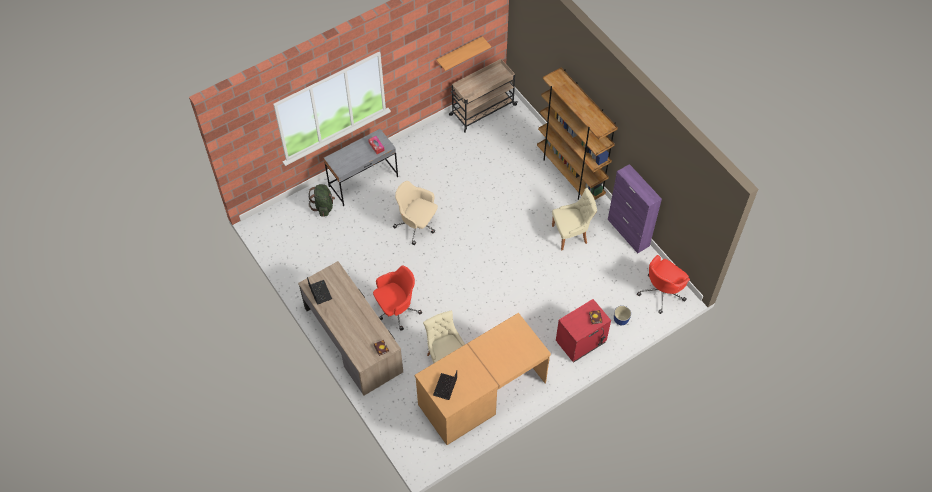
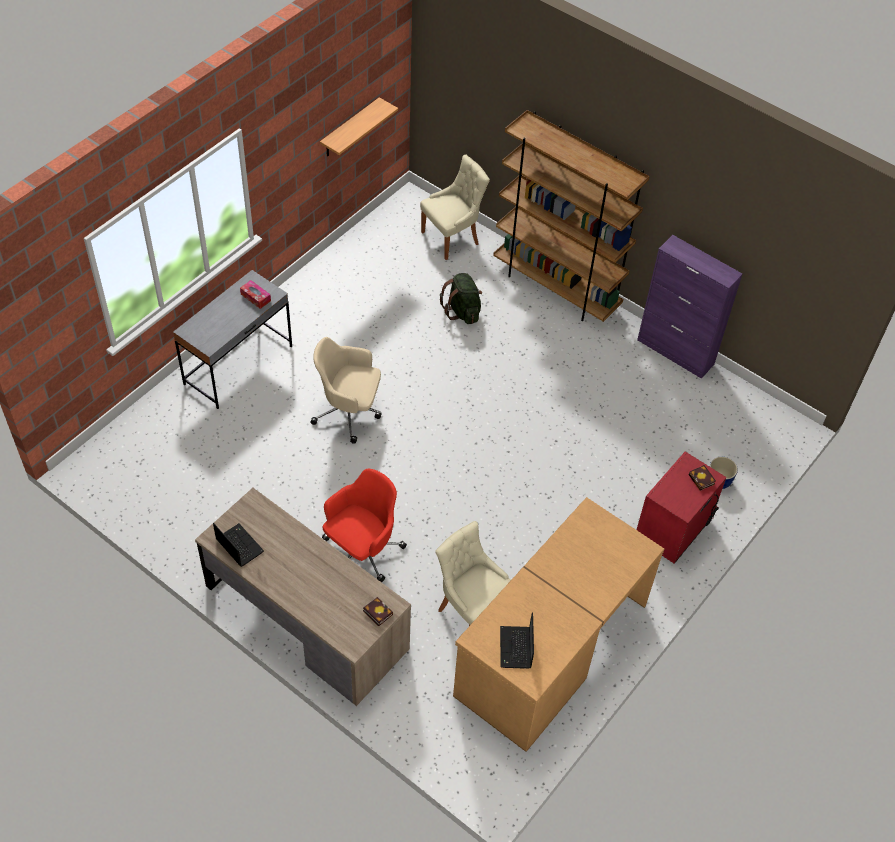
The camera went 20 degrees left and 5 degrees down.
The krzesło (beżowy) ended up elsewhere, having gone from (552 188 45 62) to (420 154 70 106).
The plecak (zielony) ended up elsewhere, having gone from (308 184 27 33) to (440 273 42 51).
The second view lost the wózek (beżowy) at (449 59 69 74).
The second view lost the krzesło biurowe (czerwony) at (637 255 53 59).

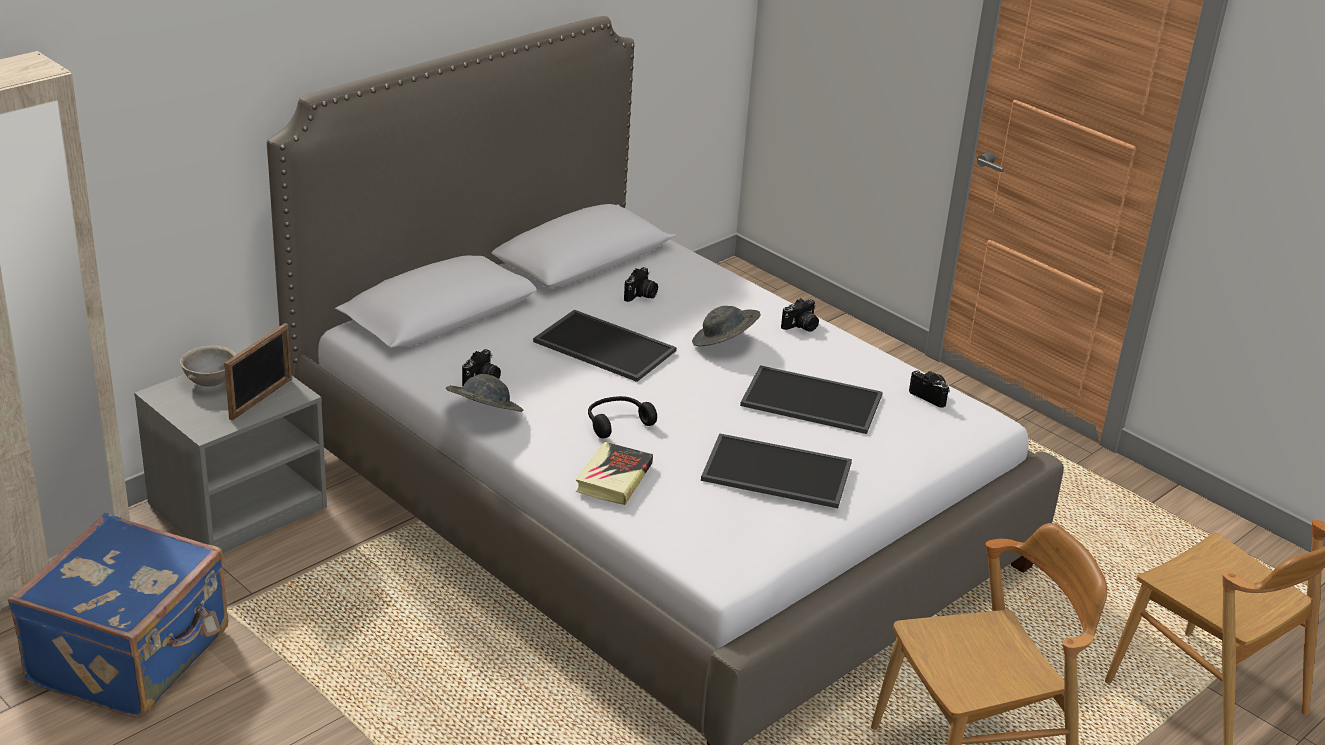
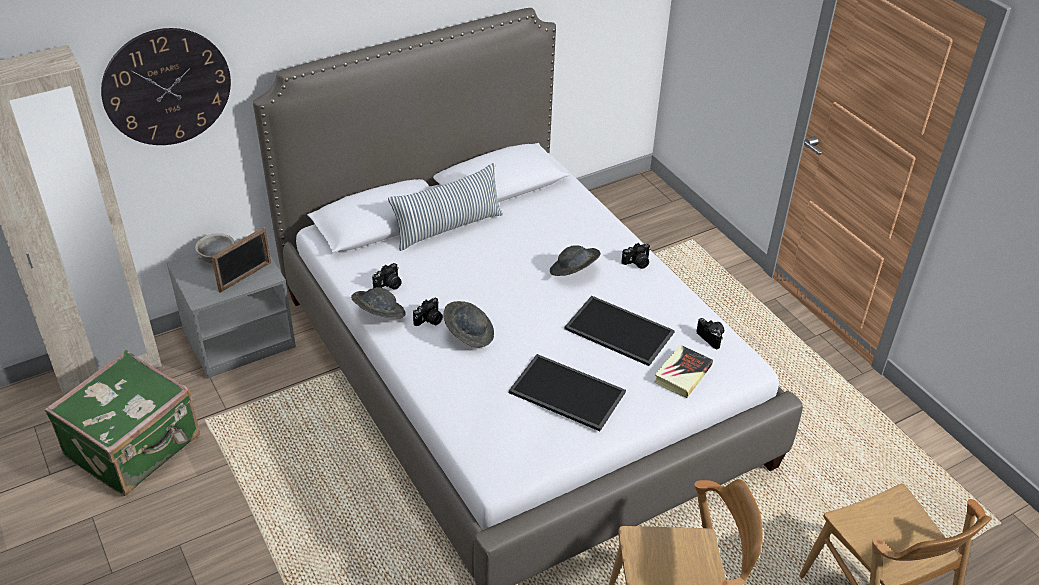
The camera went 15 degrees right and 10 degrees up.
What was the walizka (niebieski) at (8 513 220 205) turned into the walizka (zielony) at (44 350 156 146).
The second view gained the zegar ścienny at (101 28 130 117).
The second view gained the poduszka at (388 163 115 88).
The aparat fotograficzny ended up elsewhere, having gone from (624 267 34 35) to (413 298 30 28).
Where the słuchawki (czarny) stood at (588 396 69 42), the kapelusz (szary) came to stand at (443 301 51 47).
The książka ended up elsewhere, having gone from (576 442 77 63) to (654 345 59 53).
The second view lost the taca at (533 310 143 72).

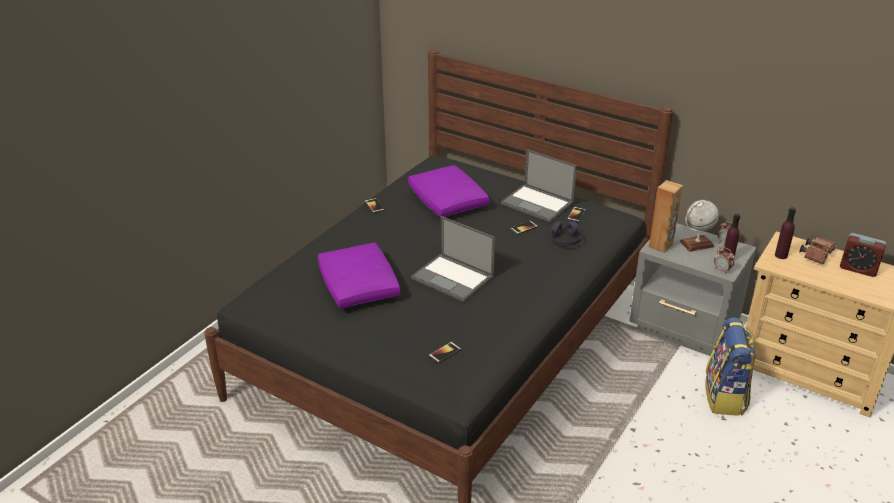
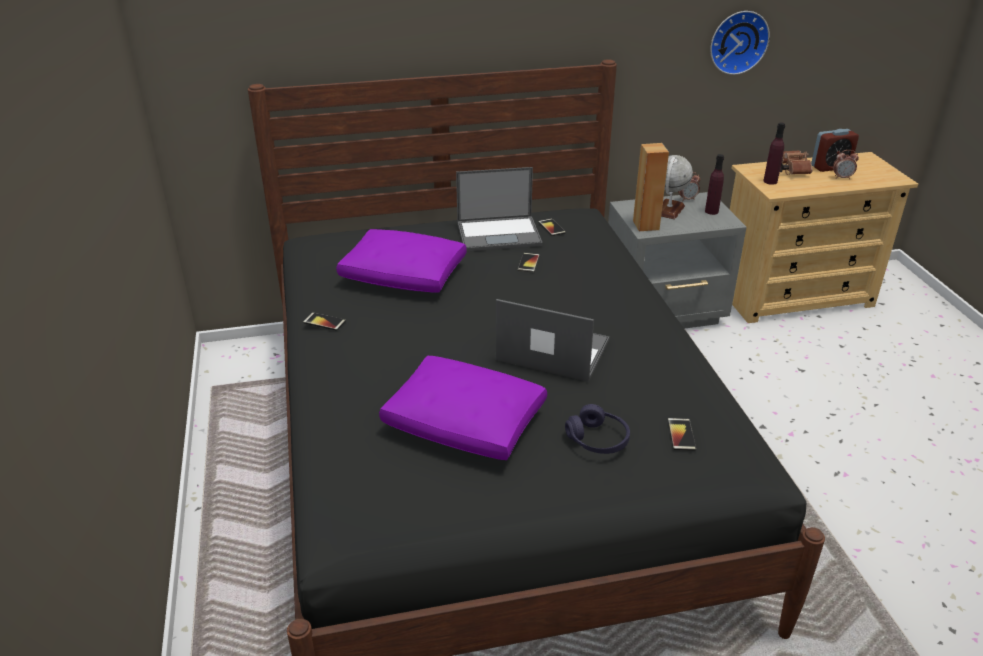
The camera went 45 degrees left and 0 degrees up.
The laptop at (411 216 84 86) ended up facing another way, 150 degrees counterclockwise from before.
The słuchawki (fioletowy) ended up elsewhere, having gone from (550 221 33 25) to (565 404 65 50).
The second view gained the zegar ścienny at (710 11 60 64).
The budzik ended up elsewhere, having gone from (714 247 21 27) to (833 150 26 29).
The second view lost the plecak at (705 318 51 98).

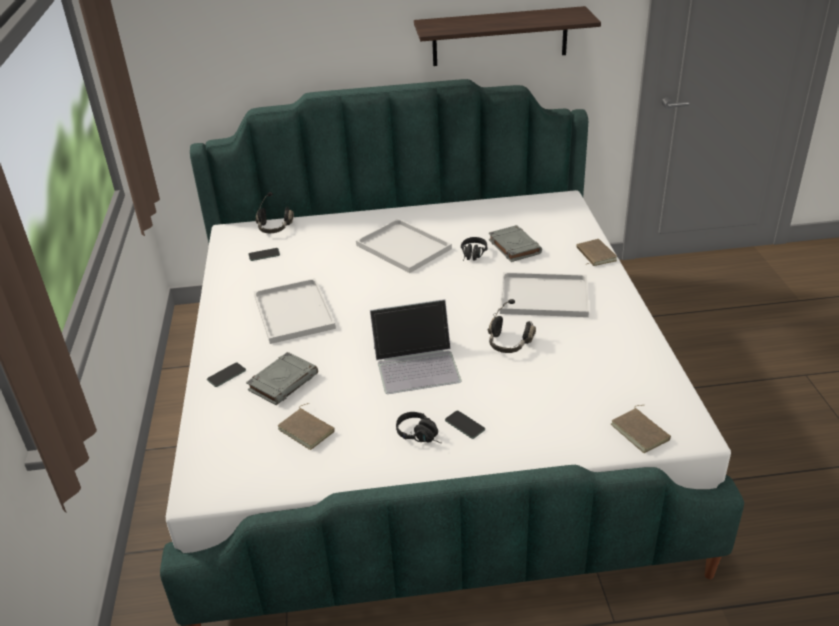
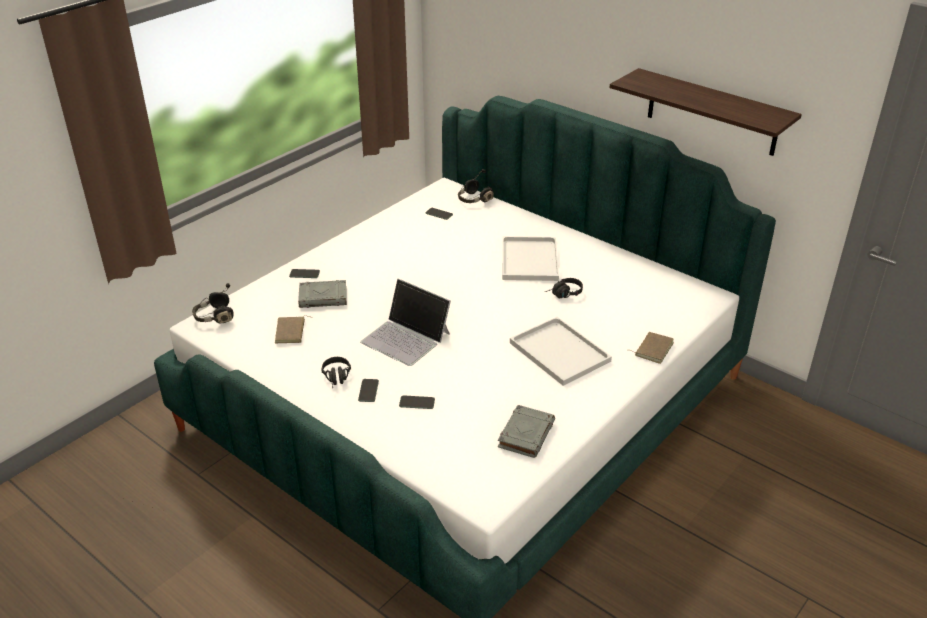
The camera went 45 degrees right and 0 degrees up.
The słuchawki (czarny) ended up elsewhere, having gone from (487 299 49 54) to (192 283 42 40).
The second view gained the telefon at (399 395 36 14).
The książka (szary) ended up elsewhere, having gone from (489 225 53 37) to (498 405 57 53).
The second view lost the taca (biały) at (254 278 82 66).
The second view lost the książka (brązowy) at (611 405 60 48).

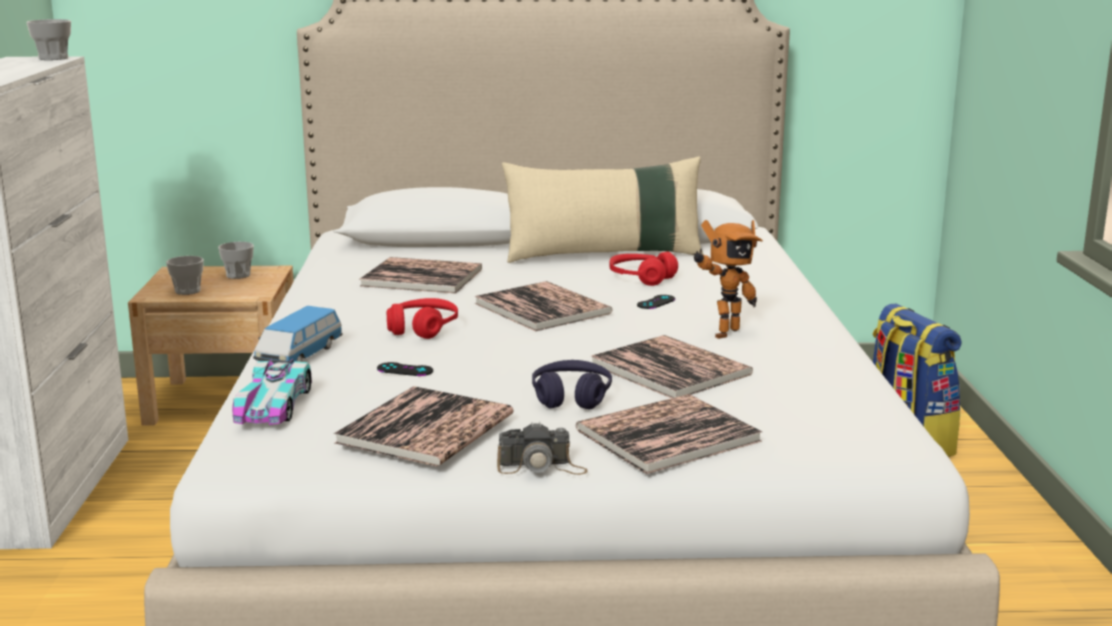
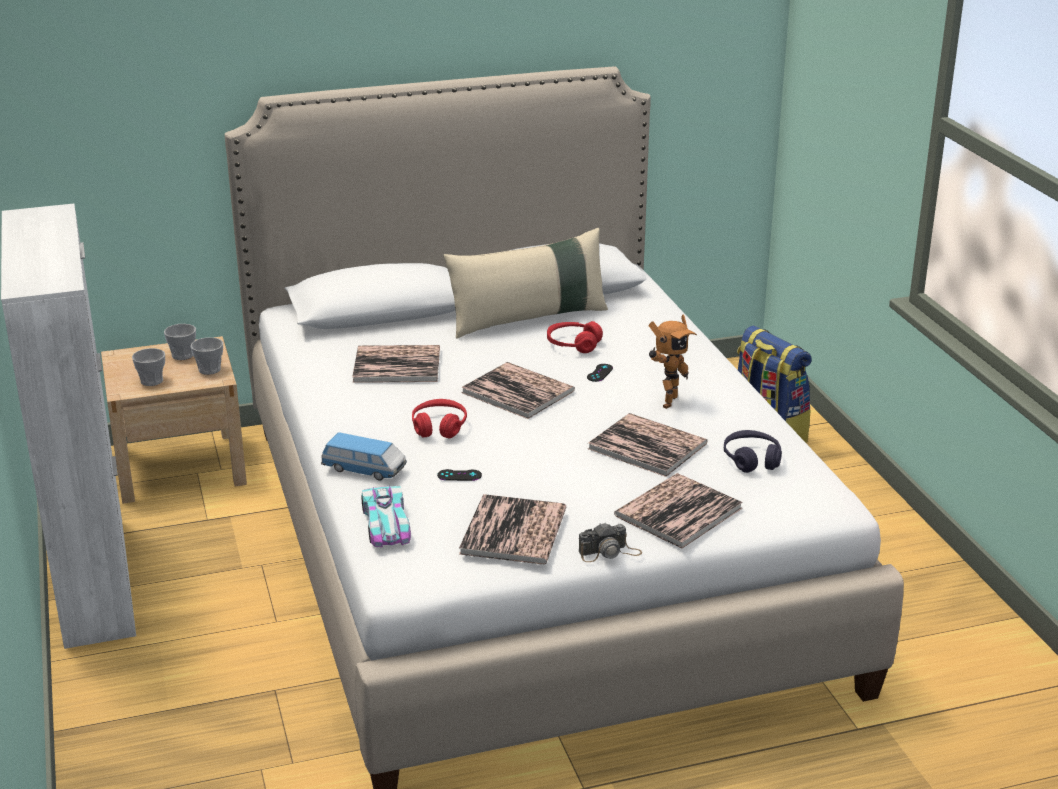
The camera went 15 degrees left and 10 degrees up.
The filiżanka ended up elsewhere, having gone from (27 19 44 41) to (191 337 32 38).
The samochodzik at (253 306 90 58) ended up facing another way, 75 degrees counterclockwise from before.
The słuchawki (fioletowy) ended up elsewhere, having gone from (532 360 80 49) to (724 430 58 43).

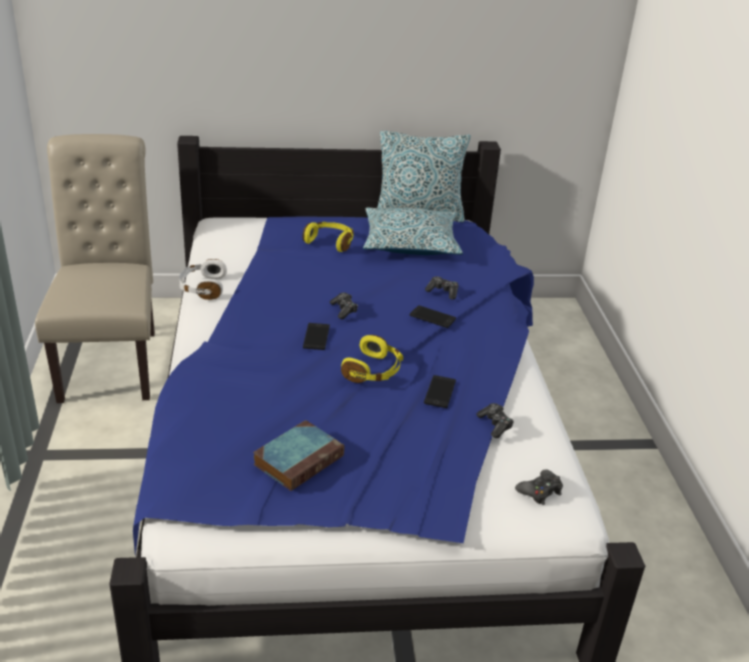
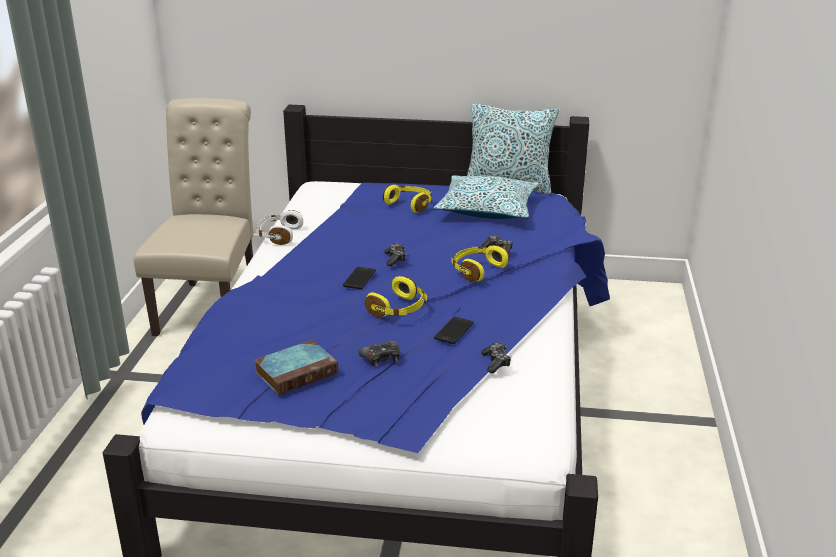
The camera went 15 degrees right and 5 degrees down.
The pad do gier (czarny) ended up elsewhere, having gone from (515 469 48 36) to (358 341 42 26).
Where the telefon stood at (410 305 46 23), the słuchawki (żółty) came to stand at (452 245 57 37).

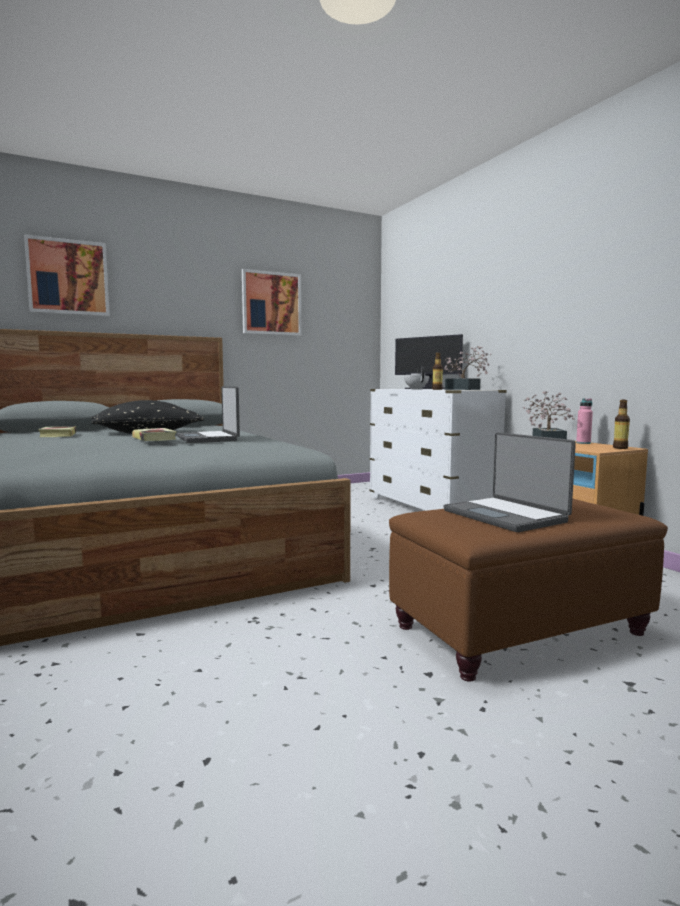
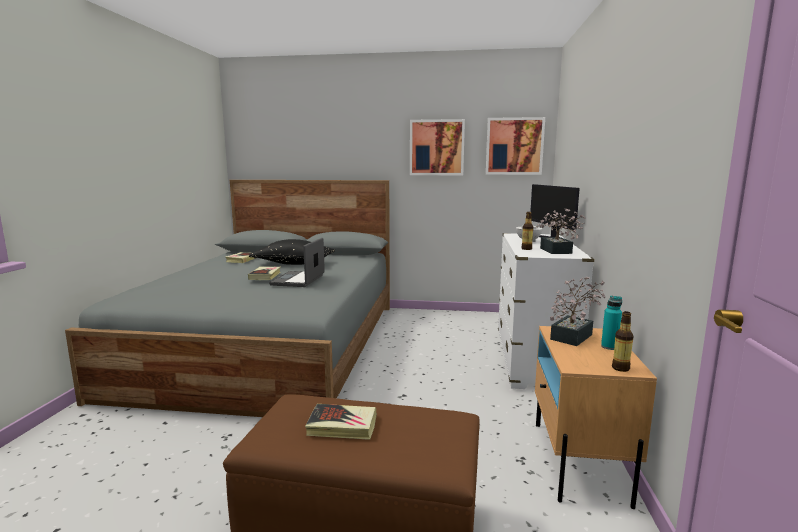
The camera went 35 degrees right and 5 degrees up.
Where the laptop stood at (443 432 133 100), the książka came to stand at (305 404 72 36).
The obraz ended up elsewhere, having gone from (24 234 86 82) to (486 117 59 58).
What was the butelka (różowy) at (576 398 17 46) turned into the butelka (turkusowy) at (601 296 21 54).

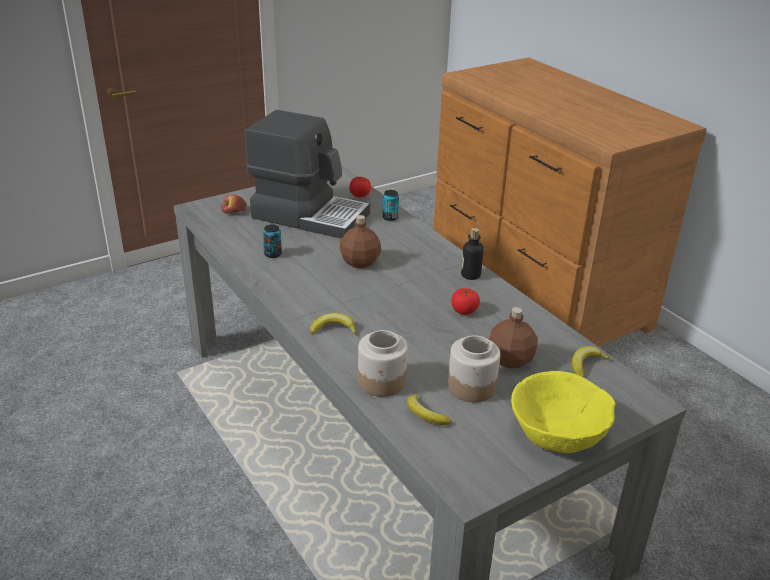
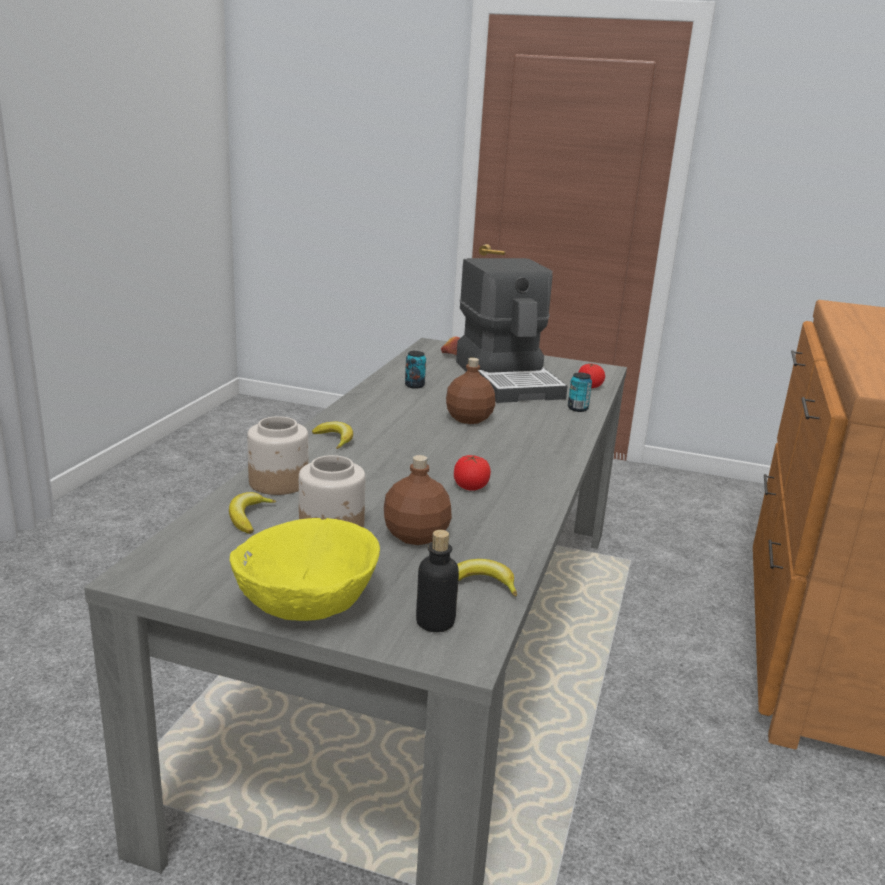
The camera went 50 degrees right and 10 degrees down.
The butelka ended up elsewhere, having gone from (461 228 23 52) to (416 530 43 102).

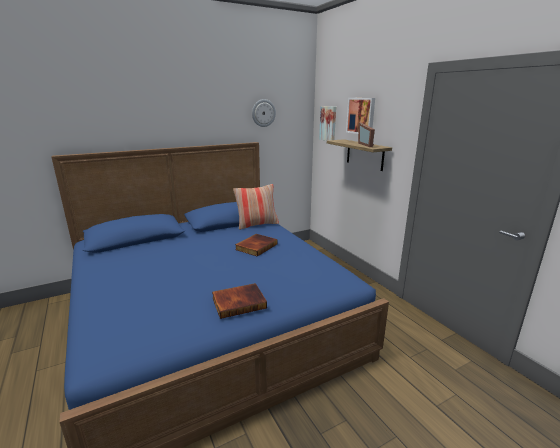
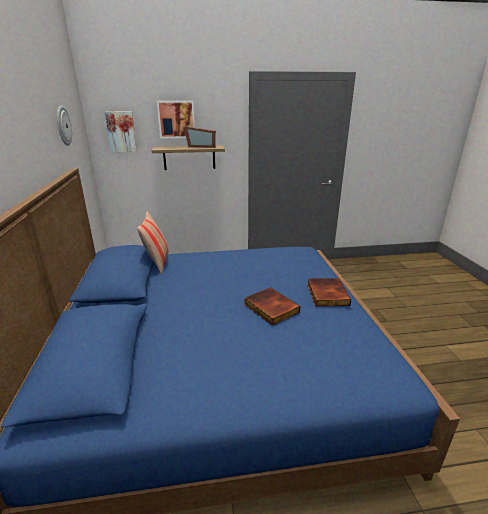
The camera went 70 degrees left and 5 degrees up.
The książka ended up elsewhere, having gone from (235 234 42 22) to (244 287 56 39).

